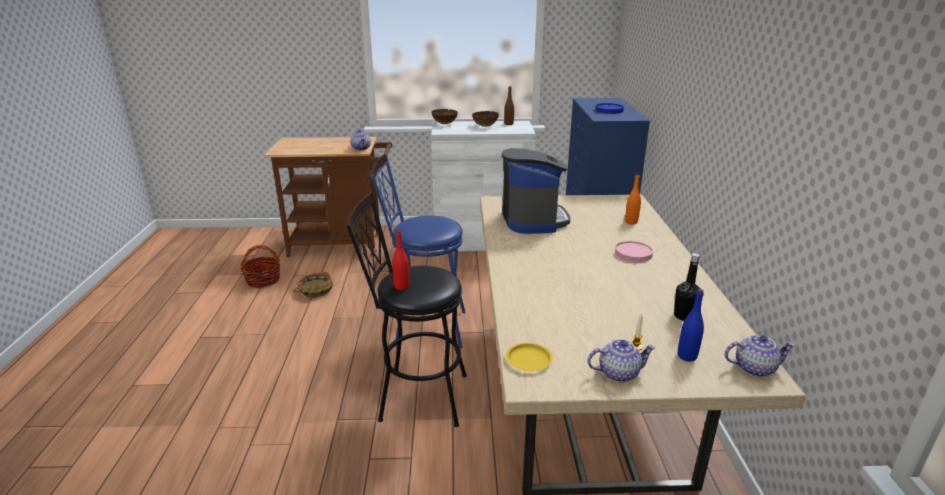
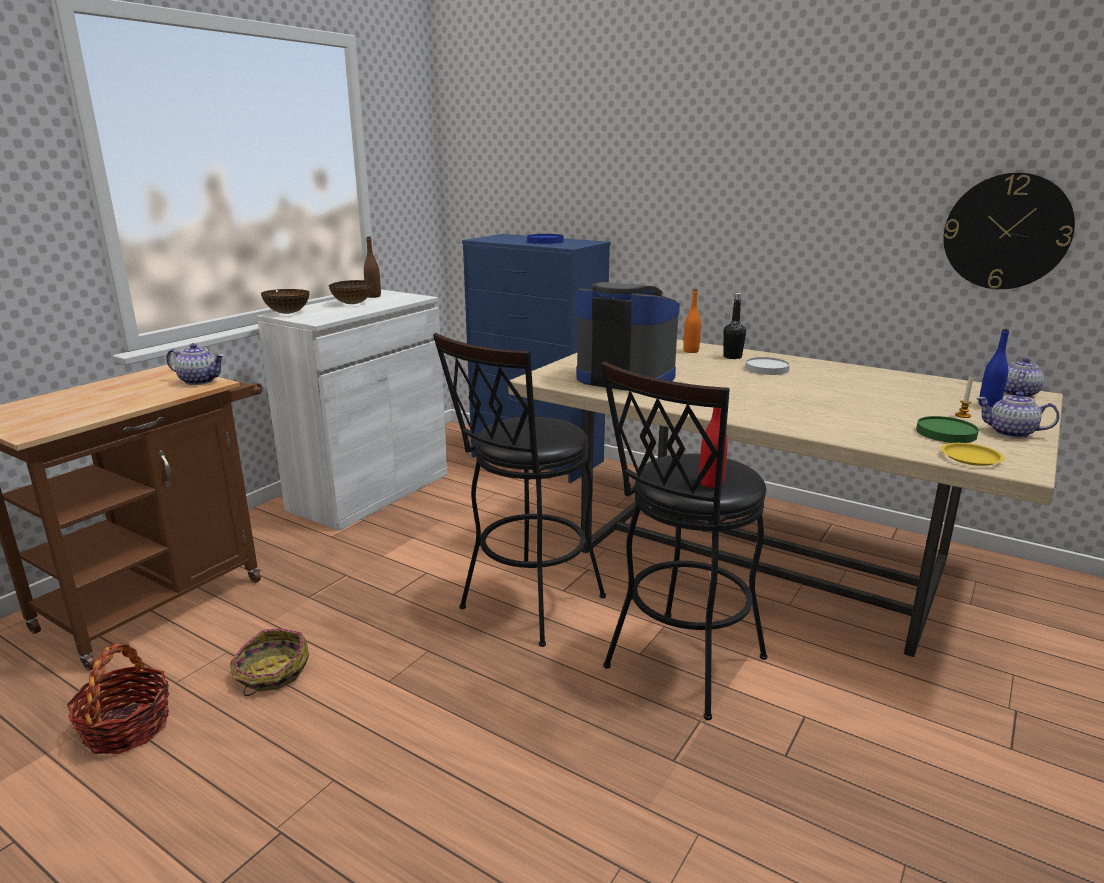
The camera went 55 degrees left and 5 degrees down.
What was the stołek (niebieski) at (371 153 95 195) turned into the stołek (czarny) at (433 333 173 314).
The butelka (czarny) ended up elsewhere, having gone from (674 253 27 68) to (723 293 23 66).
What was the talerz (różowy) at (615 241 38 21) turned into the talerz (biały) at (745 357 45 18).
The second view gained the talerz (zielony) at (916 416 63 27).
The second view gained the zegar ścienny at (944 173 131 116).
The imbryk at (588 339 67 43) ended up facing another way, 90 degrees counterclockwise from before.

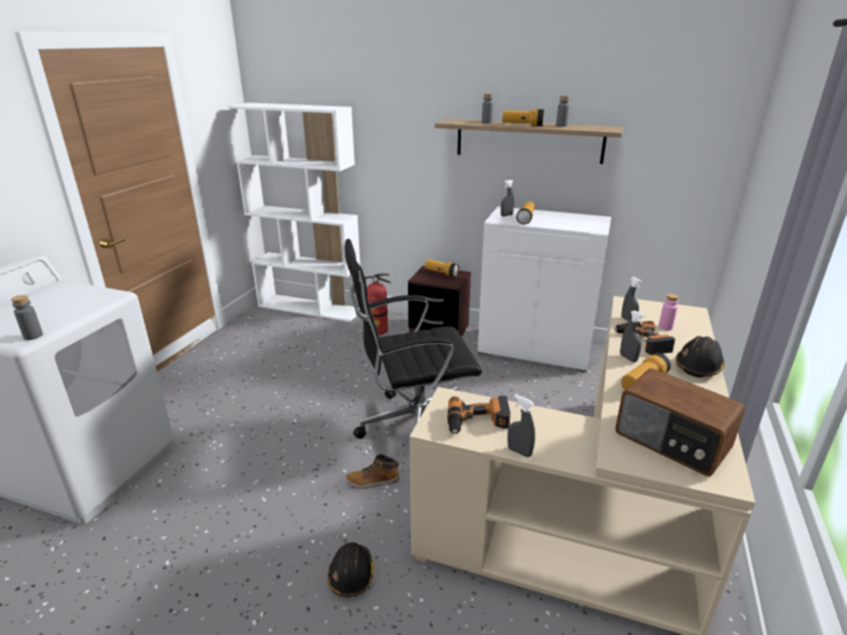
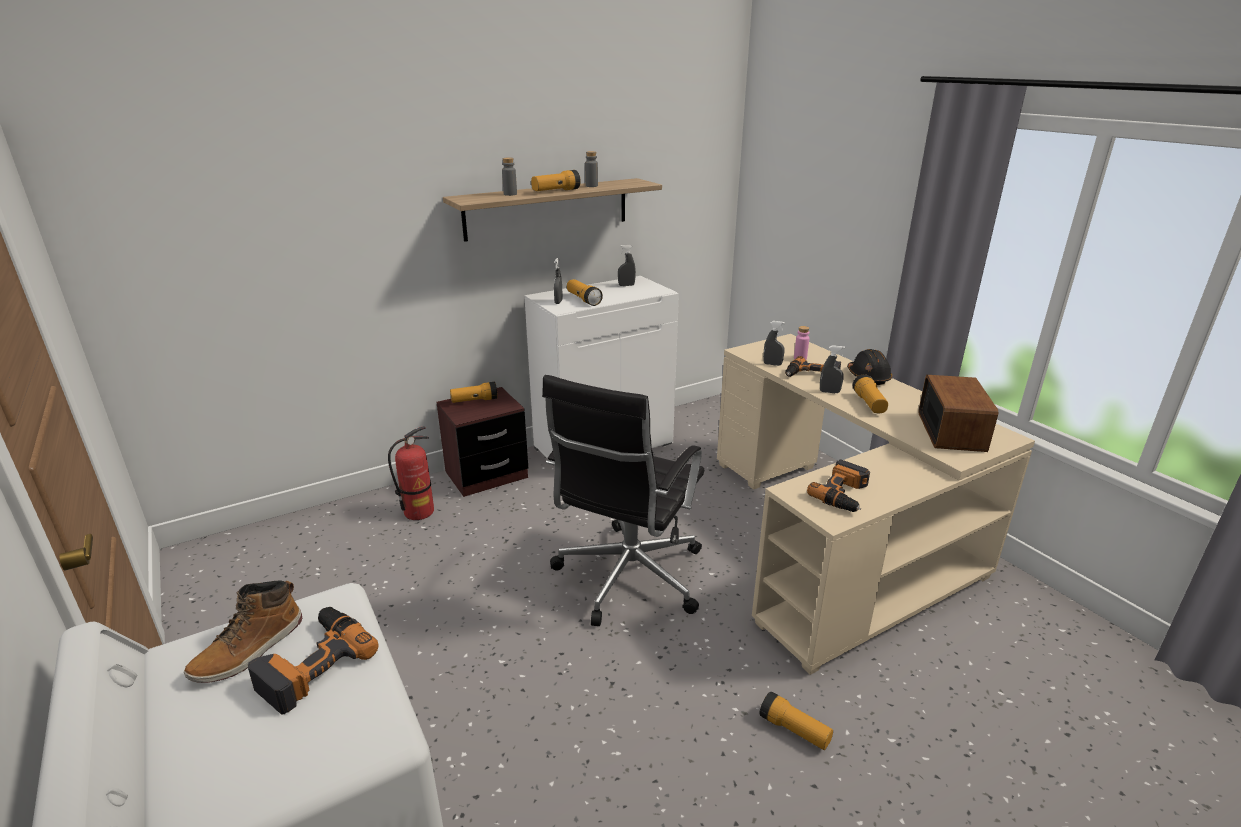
The camera went 50 degrees left and 0 degrees up.
The but z cholewką ended up elsewhere, having gone from (346 454 53 35) to (184 580 118 103).
The second view gained the wiertarka at (248 607 130 107).
The spryskiwacz (szary) ended up elsewhere, having gone from (508 395 27 62) to (618 245 18 41).
Where the kask (czarny) stood at (328 542 46 55), the latarka came to stand at (759 691 74 59).
The radio at (615 369 130 108) ended up facing another way, 75 degrees counterclockwise from before.
The second view lost the butelka (szary) at (11 295 32 45).
The second view lost the regał (biały) at (228 103 132 219).

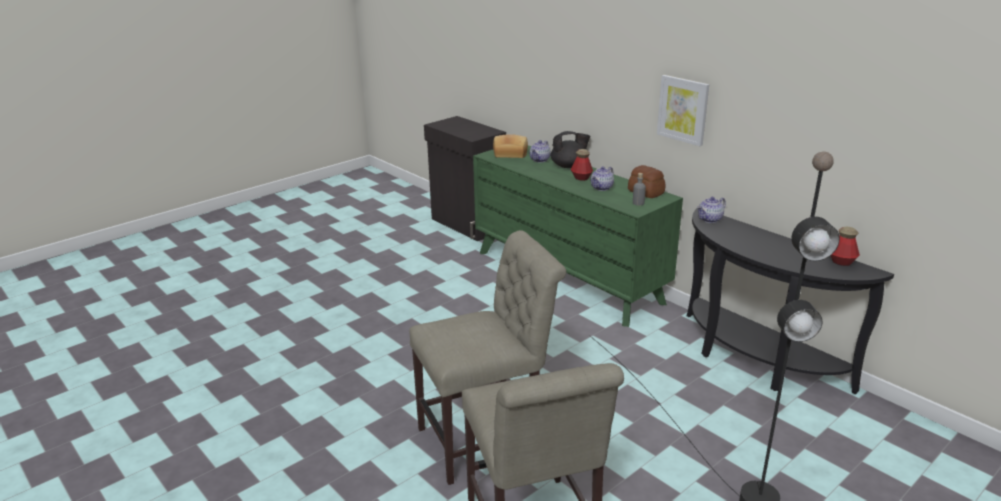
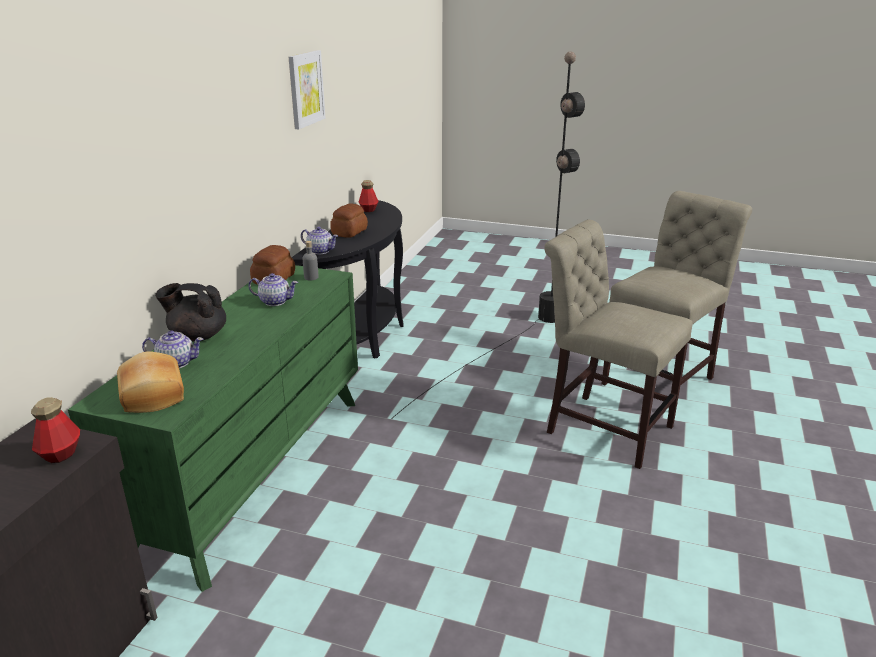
The camera went 120 degrees left and 0 degrees up.
The butelka ended up elsewhere, having gone from (571 149 22 32) to (31 397 49 66).
The imbryk (czarny) at (551 131 39 37) ended up facing another way, 45 degrees counterclockwise from before.
The obraz ended up elsewhere, having gone from (657 75 52 71) to (289 50 36 79).
The second view gained the chleb at (330 203 38 35).

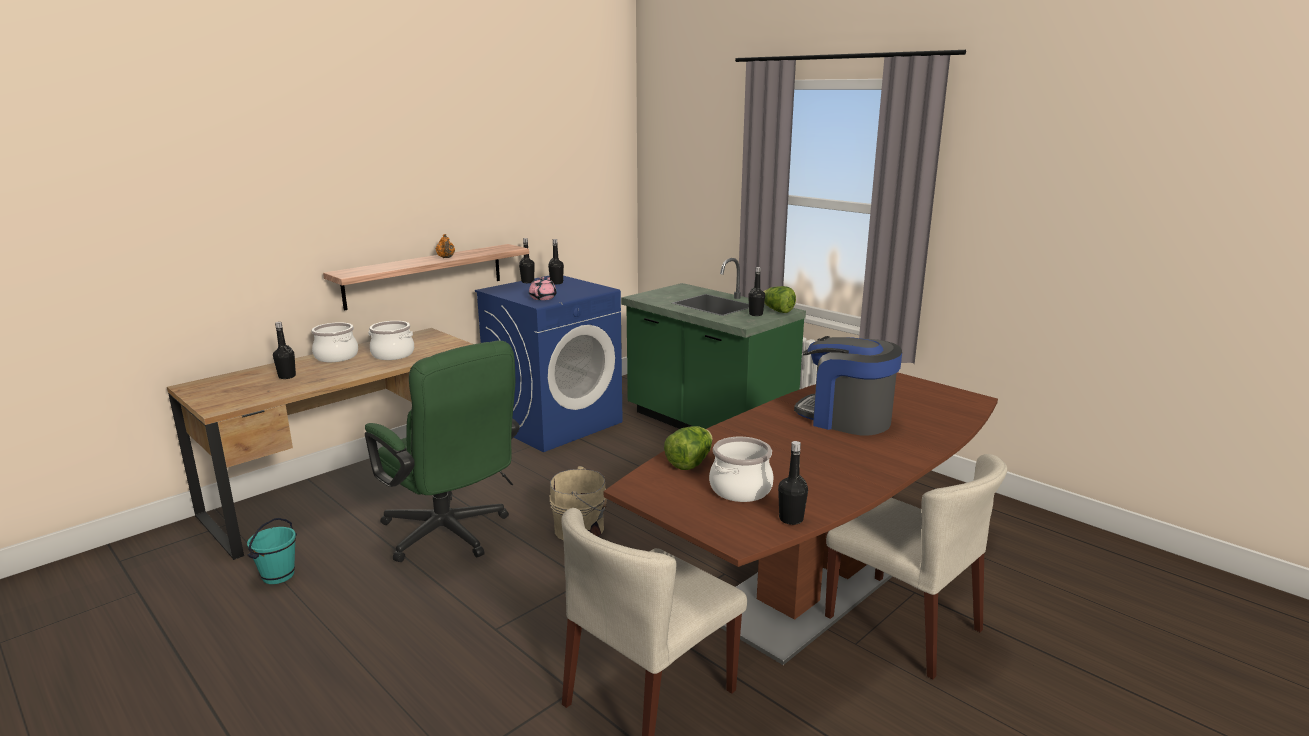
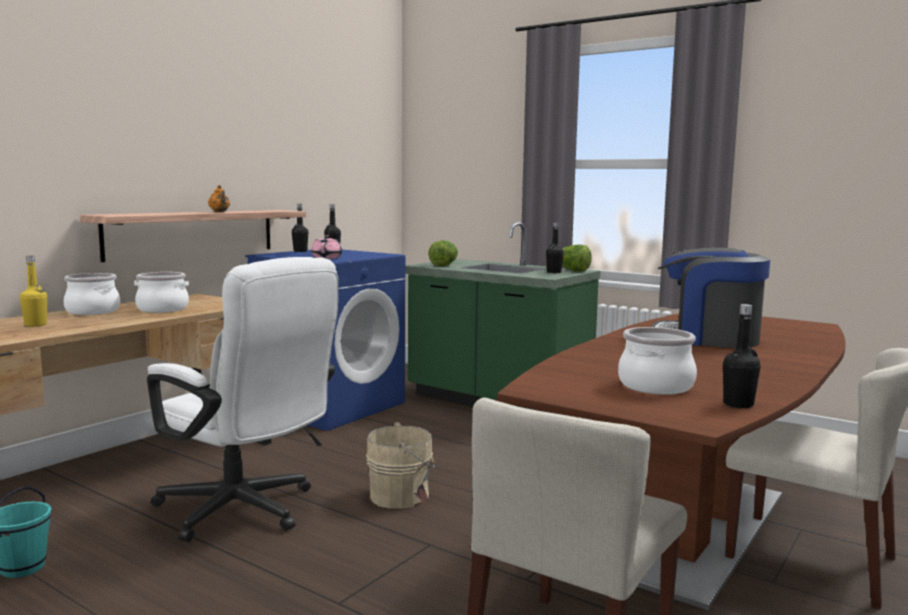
The camera went 10 degrees left and 10 degrees down.
What was the butelka (czarny) at (273 322 23 57) turned into the butelka (żółty) at (20 256 27 71).
What was the krzesło biurowe (zielony) at (365 340 155 222) turned into the krzesło biurowe (biały) at (147 257 191 285).
The sałata ended up elsewhere, having gone from (664 426 49 44) to (428 240 30 26).

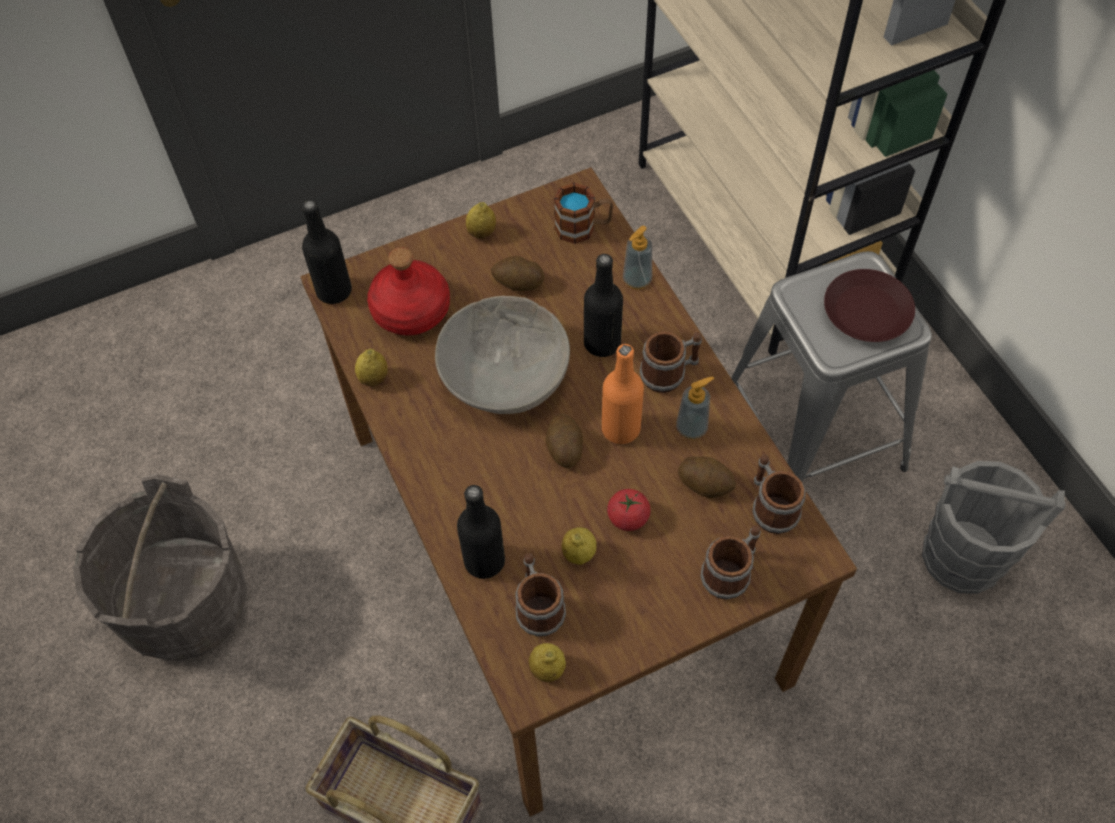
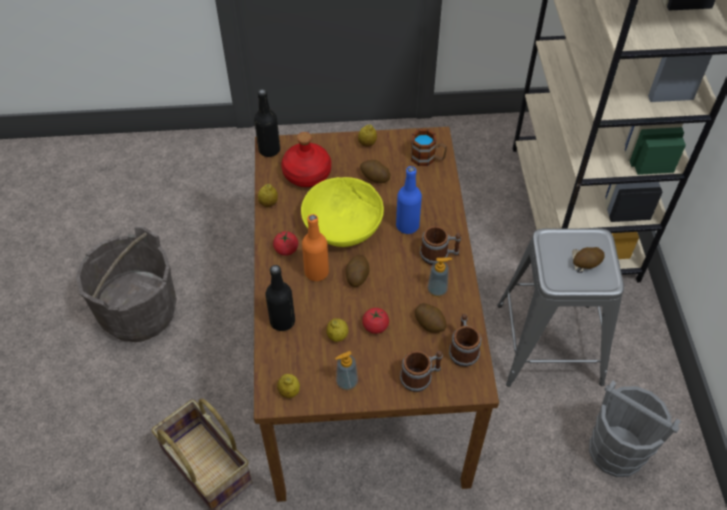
The camera went 20 degrees right and 5 degrees down.
The second view gained the pomidor at (273 231 25 25).
What was the miska (szary) at (435 296 135 118) turned into the miska (żółty) at (301 177 83 70).
The butelka (pomarańczowy) ended up elsewhere, having gone from (602 344 42 100) to (302 214 27 67).
The dozownik mydła ended up elsewhere, having gone from (623 226 29 63) to (335 351 23 39).
What was the butelka (czarny) at (584 254 39 103) turned into the butelka (niebieski) at (396 166 26 68).
Where the talerz (brązowy) stood at (824 269 91 73), the ziemniak came to stand at (573 247 32 22).
The second view lost the kubek at (515 553 51 83).

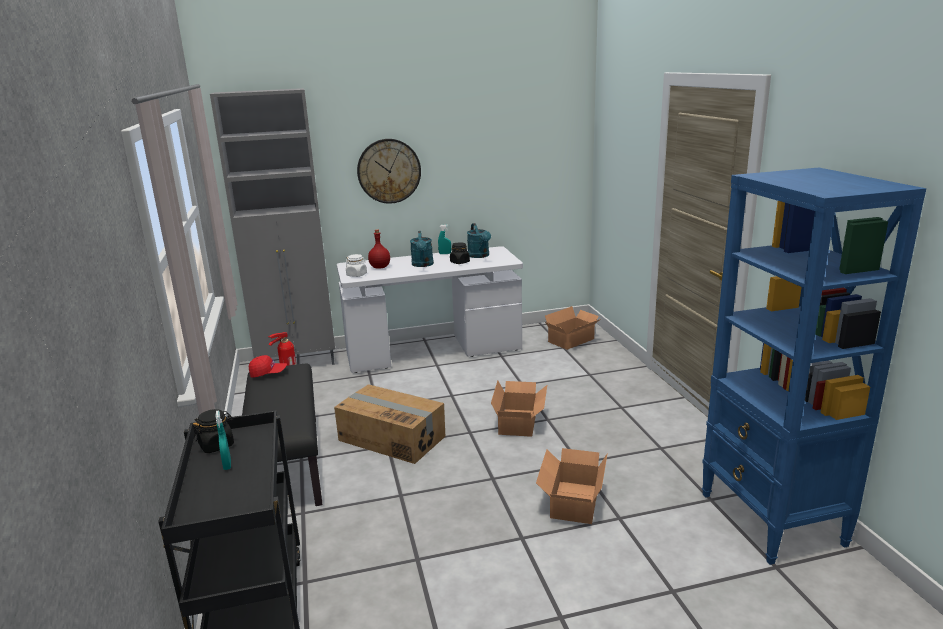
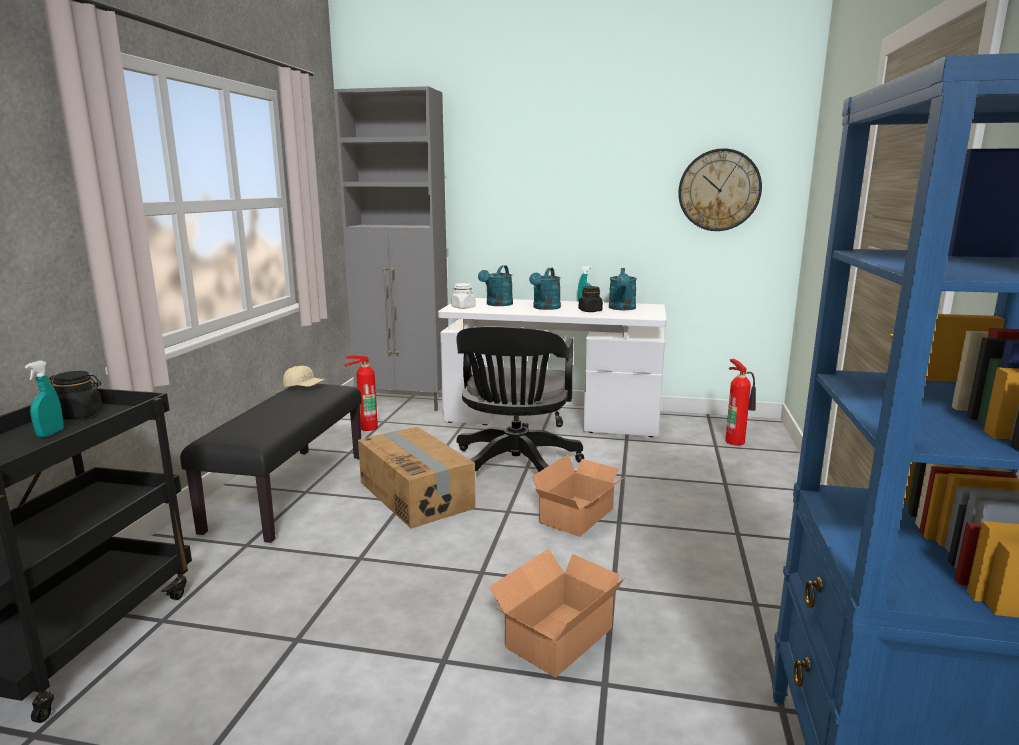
The camera went 25 degrees right and 5 degrees down.
What was the czapka z daszkiem (czerwony) at (249 355 38 23) turned into the czapka z daszkiem (beżowy) at (283 366 42 21).
The second view gained the krzesło biurowe (czarny) at (457 326 127 146).
Where the butelka (czerwony) stood at (368 229 22 40), the konewka (turkusowy) came to stand at (478 265 35 41).
The zegar ścienny ended up elsewhere, having gone from (357 139 64 65) to (678 148 84 83).
Where the karton stood at (545 306 56 44), the gaśnica came to stand at (725 359 31 86).

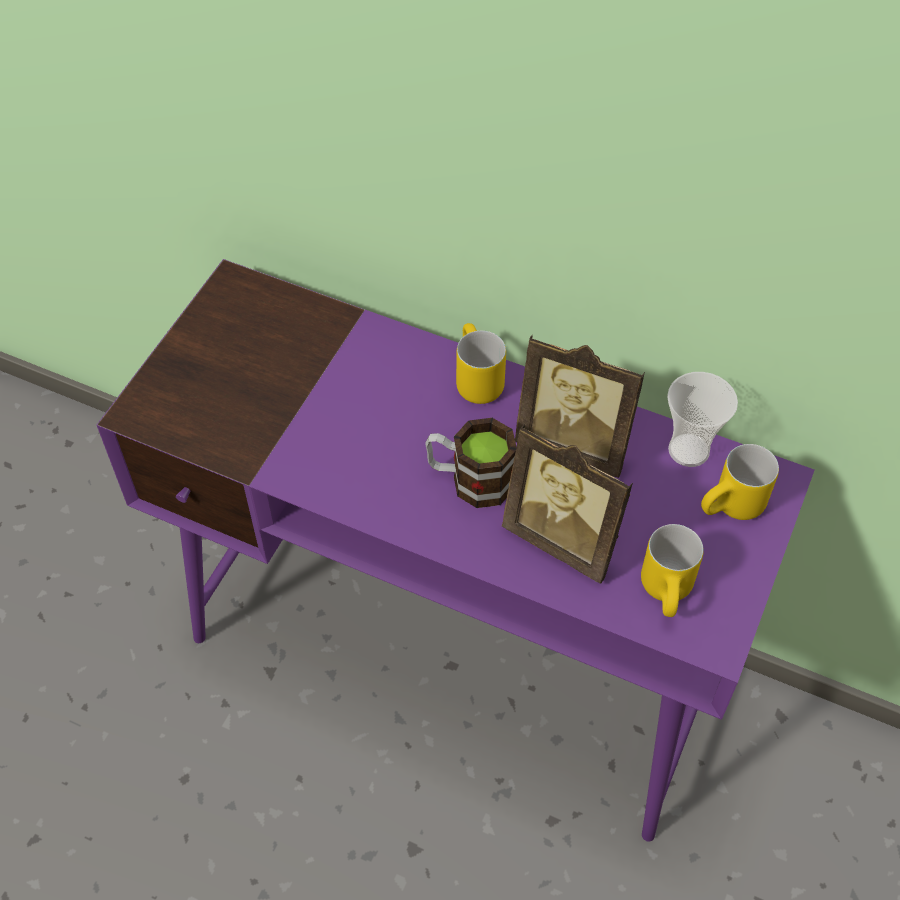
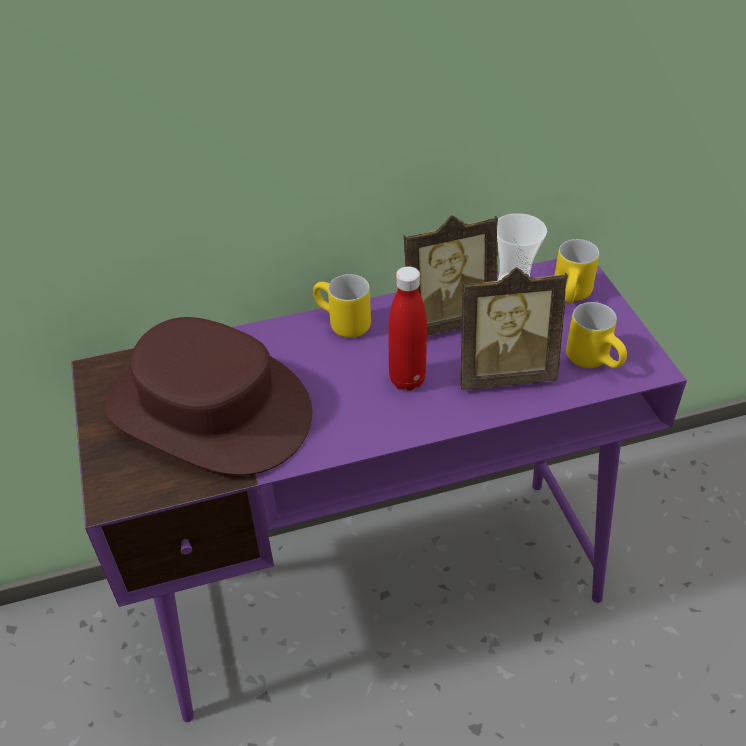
The camera went 40 degrees left and 10 degrees down.
The second view gained the kapelusz (brązowy) at (105 317 207 159).
Where the kubek stood at (426 418 91 90), the butelka (czerwony) came to stand at (388 266 39 125).

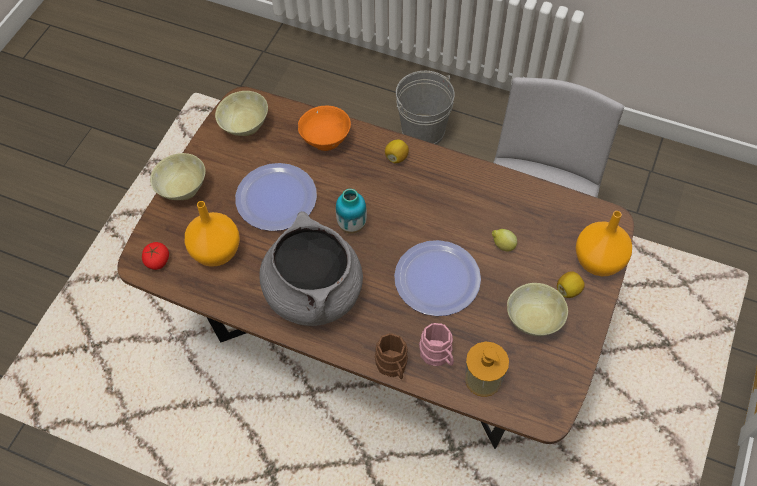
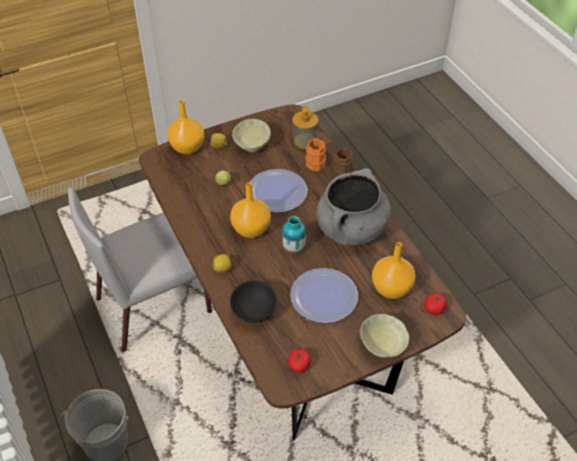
The camera went 140 degrees left and 10 degrees down.
The second view gained the wazon (pomarańczowy) at (230 182 41 56).
What was the miska (pomarańczowy) at (298 105 53 46) turned into the miska (czarny) at (230 280 46 43).
Where the miska (beżowy) stood at (215 91 53 45), the pomidor came to stand at (288 349 23 24).
What was the kubek (różowy) at (419 323 35 43) turned into the kubek (pomarańczowy) at (305 138 21 33).

